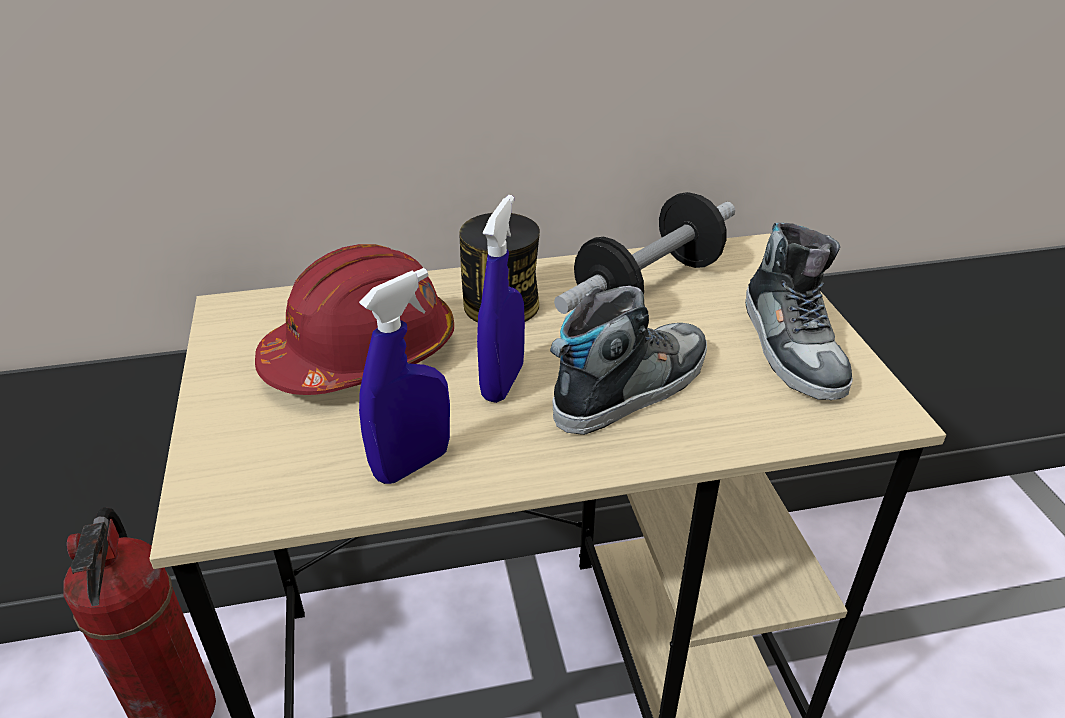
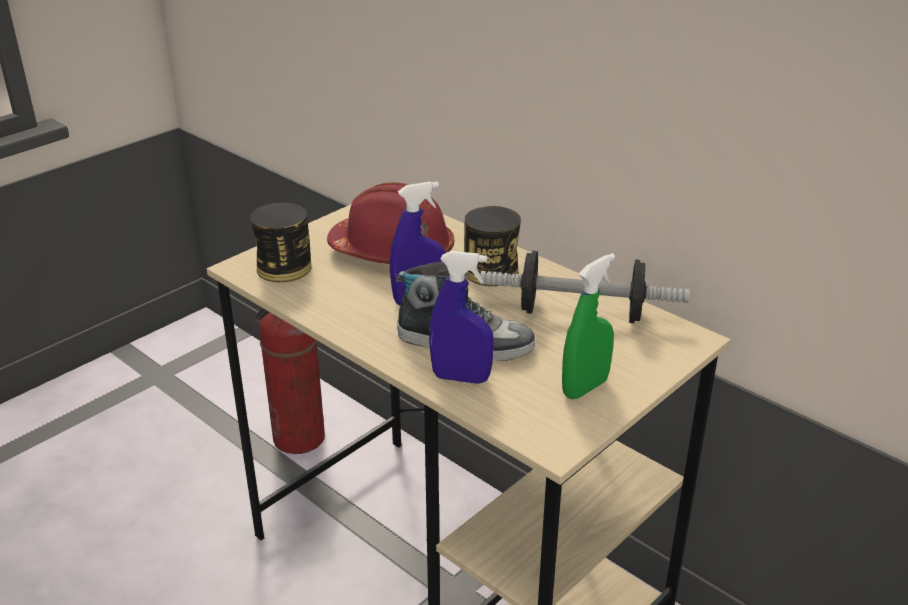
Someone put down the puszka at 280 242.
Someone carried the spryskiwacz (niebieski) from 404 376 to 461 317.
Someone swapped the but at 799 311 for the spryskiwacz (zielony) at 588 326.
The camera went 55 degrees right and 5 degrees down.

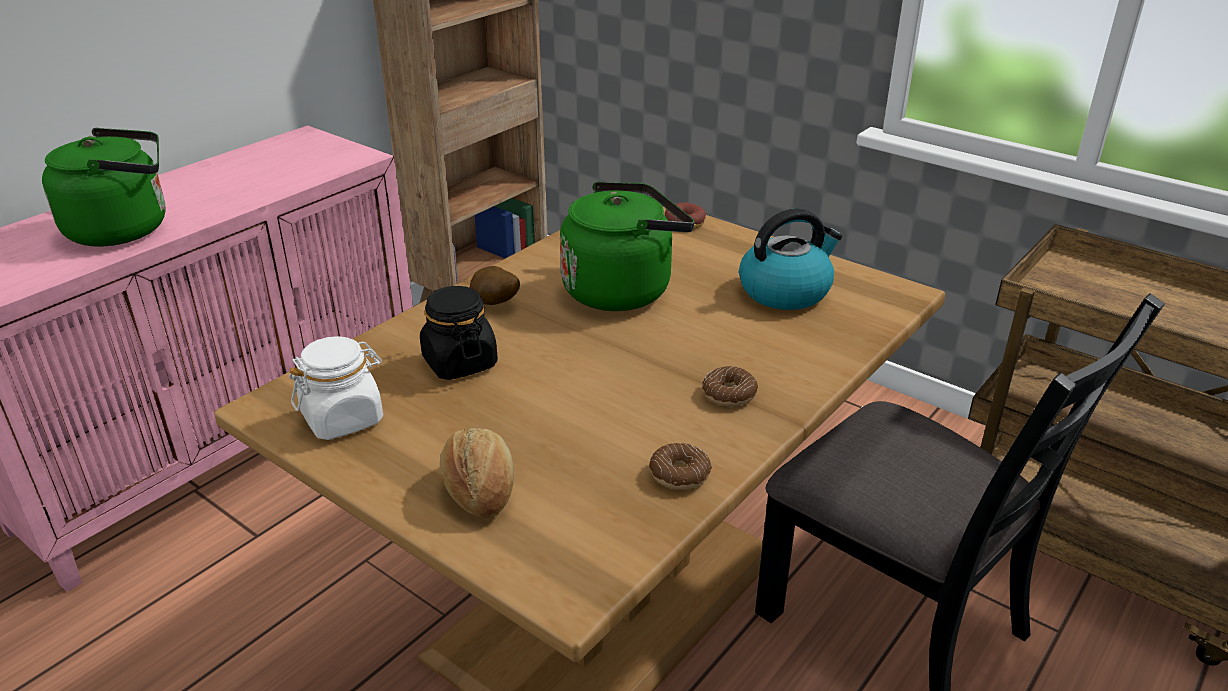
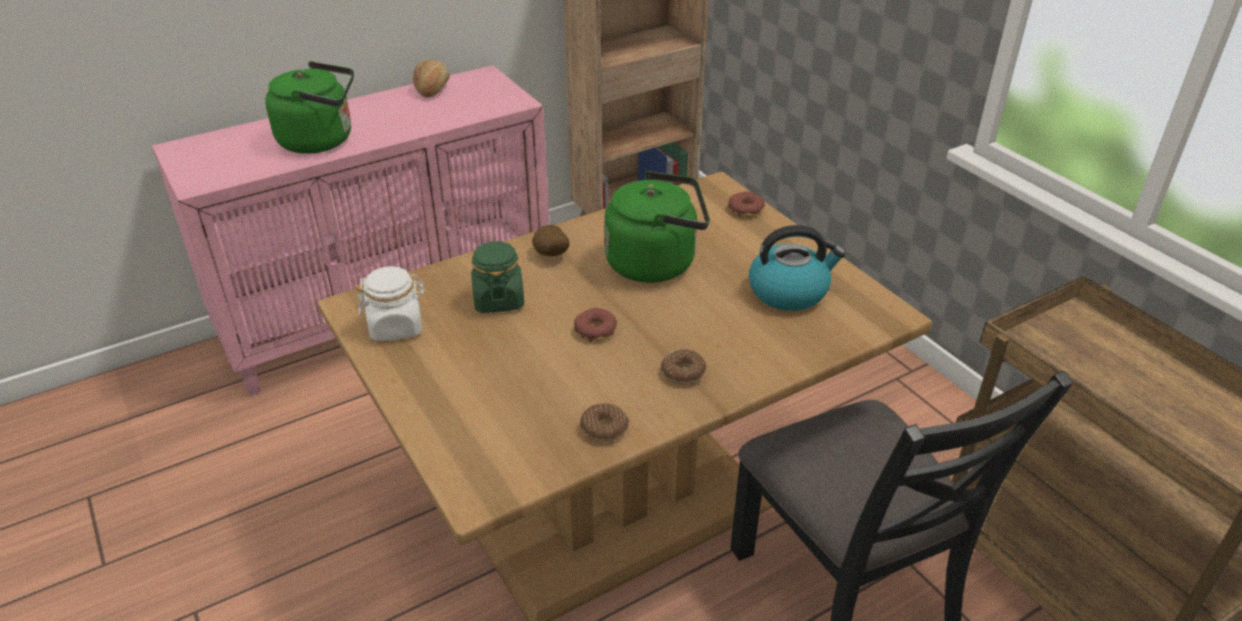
Someone put down the donut at 595 325.
Someone carried the chleb from 477 473 to 431 79.
Someone repainted the słoik (czarny) at 459 333, which became the słoik (zielony) at 497 277.
The camera went 20 degrees right and 5 degrees up.

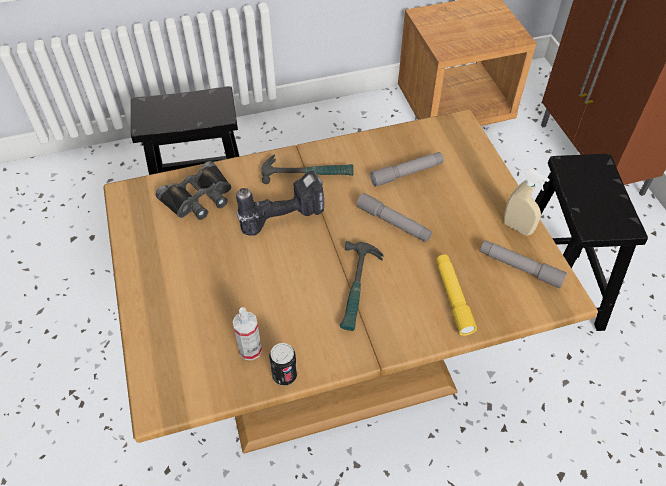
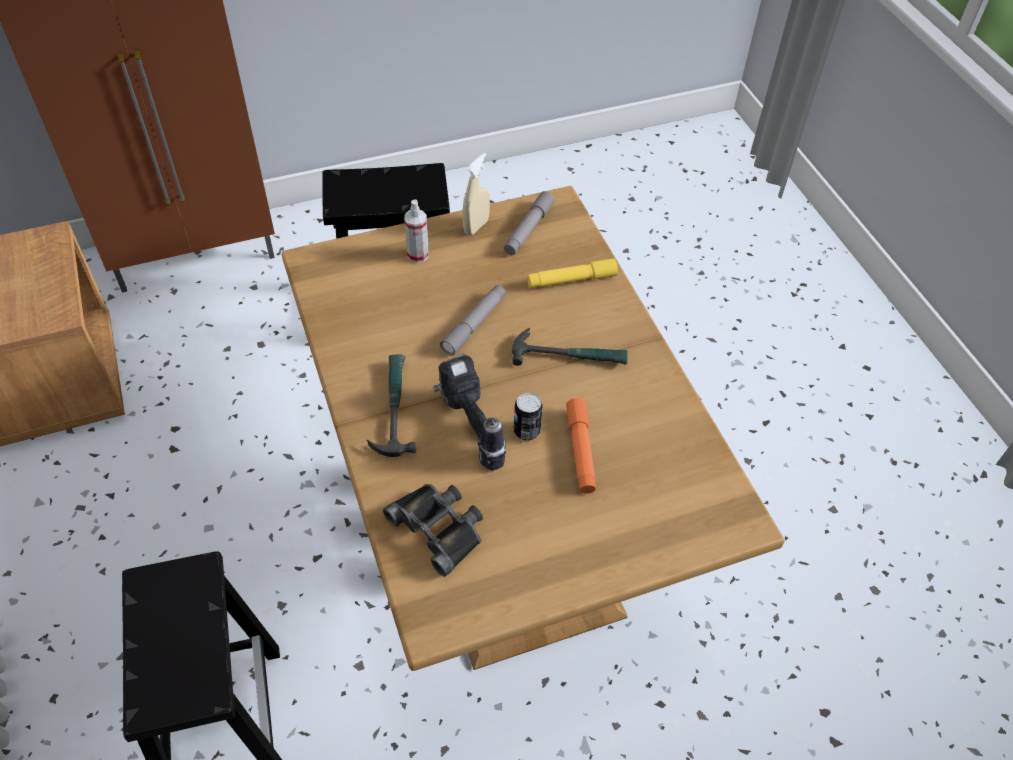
Someone took away the latarka (szary) at 407 169.
Someone put down the latarka (pomarańczowy) at 581 446.
Someone carried the spryskiwacz from 247 333 to 416 231.
Someone carried the puszka from 283 364 to 528 417.
The camera went 95 degrees left and 0 degrees up.

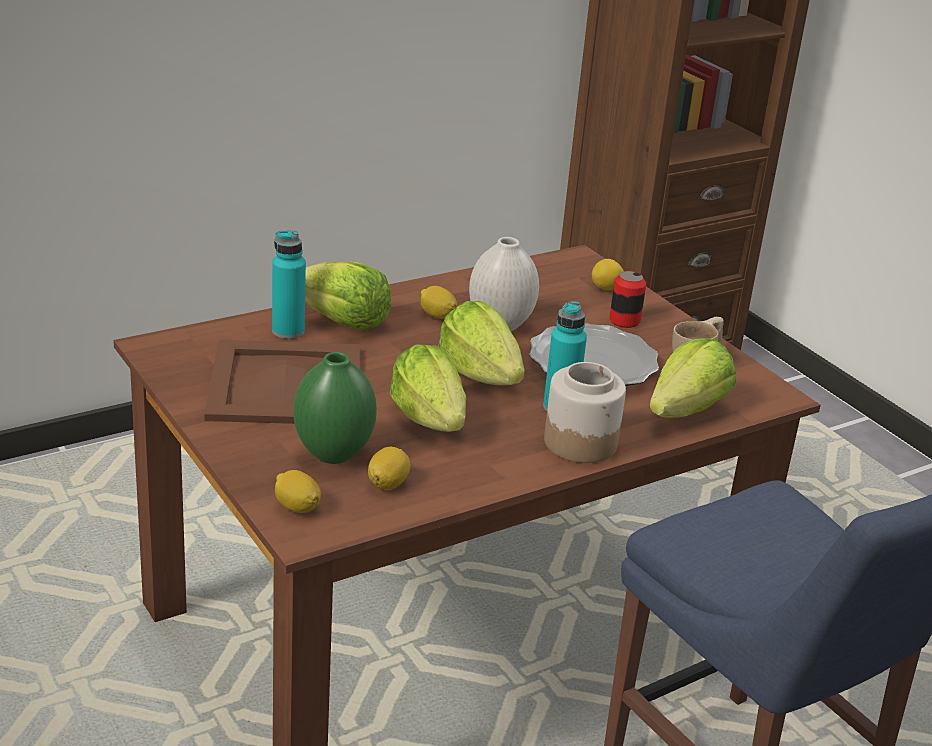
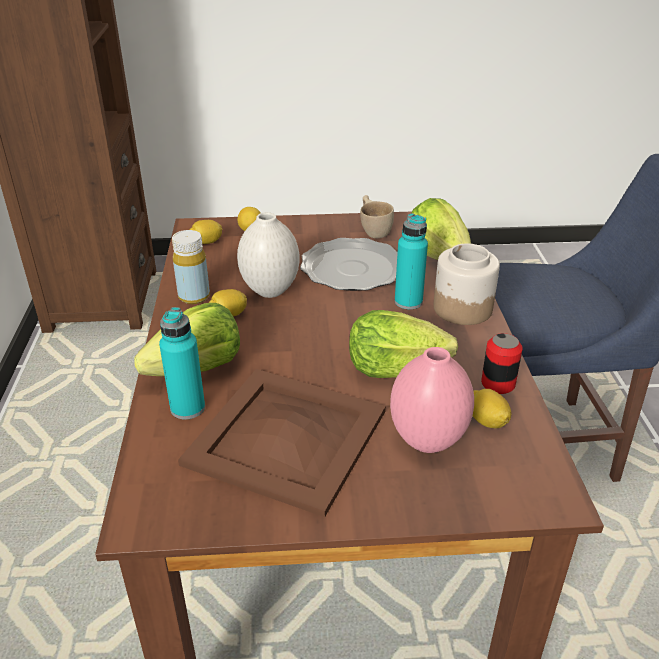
Someone took away the sałata at 481 343.
Someone put down the butelka (żółty) at 191 267.
Someone carried the cytryna from 298 491 to 206 232.
Someone carried the puszka from 627 299 to 502 363.
Someone repainted the wazon (zielony) at 335 408, which became the wazon (różowy) at 432 400.
The camera went 60 degrees left and 5 degrees up.

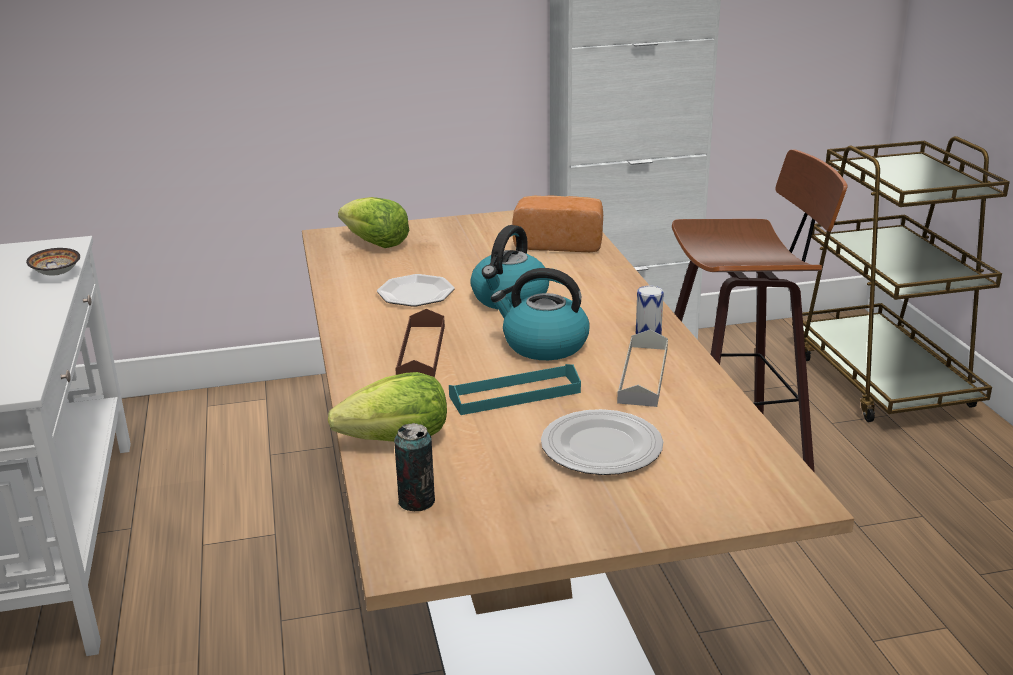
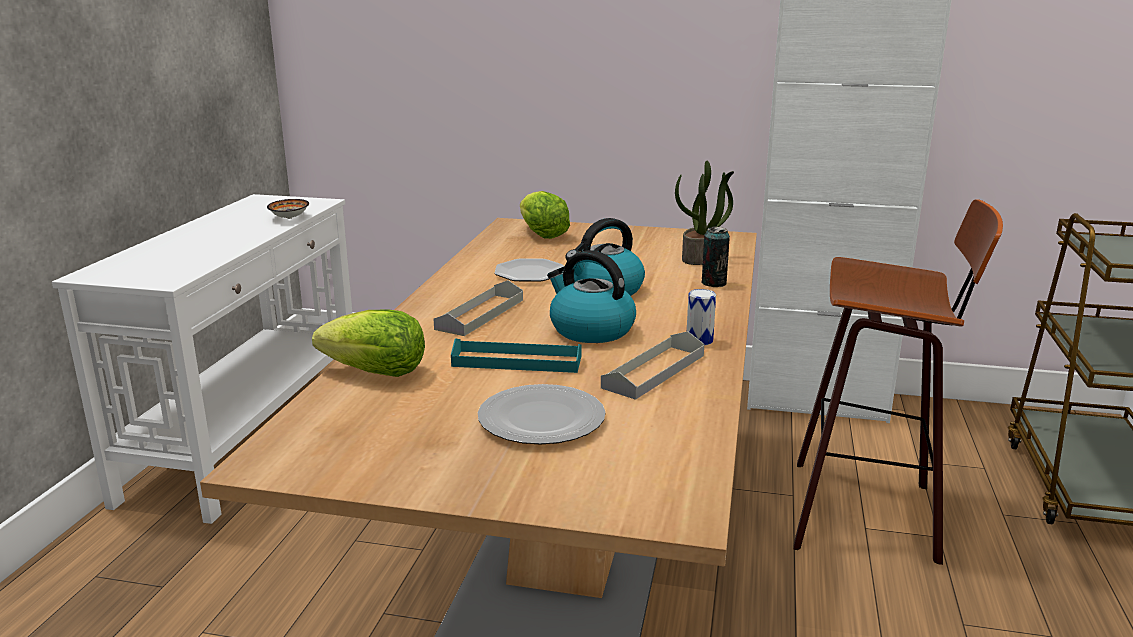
Someone carried the puszka from 414 467 to 715 256.
Someone swapped the chleb at 557 223 for the roślina doniczkowa at 704 212.
Someone repainted the taca (brązowy) at 420 343, which became the taca (szary) at 478 308.
The camera went 25 degrees right and 5 degrees down.

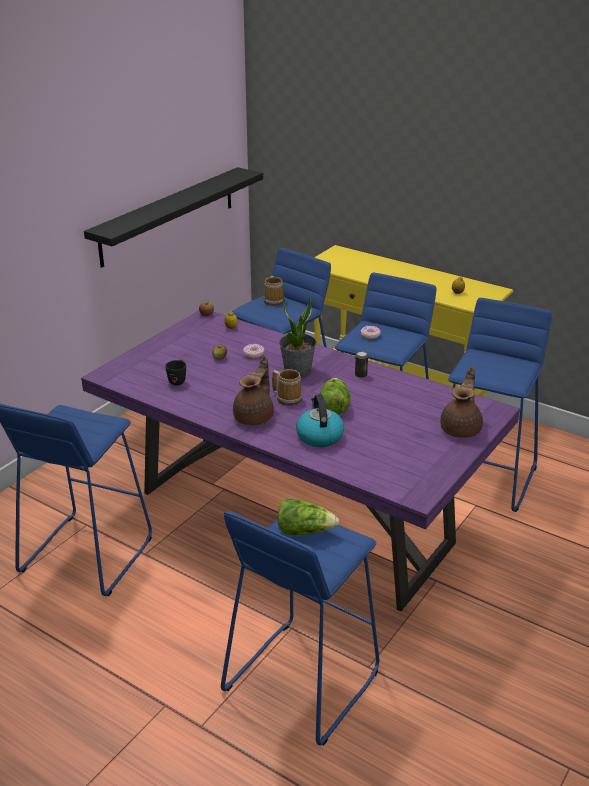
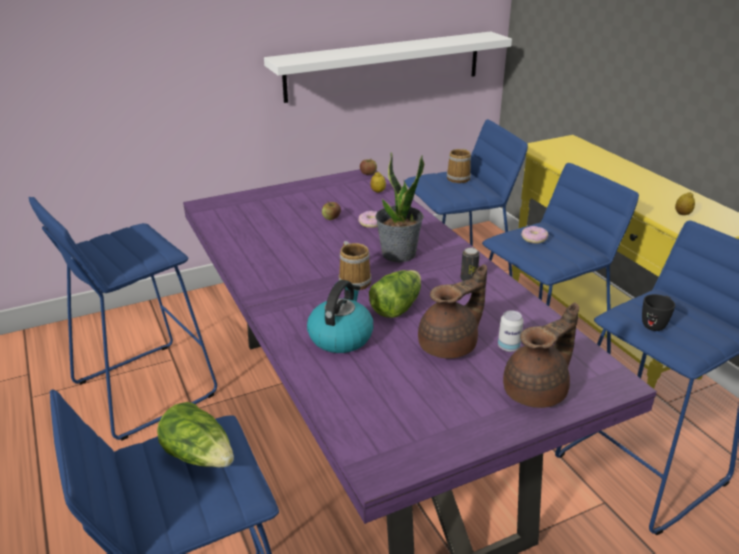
Someone put down the puszka at 511 331.
Someone carried the kubek (czarny) from 175 373 to 658 312.
Someone carried the imbryk (brązowy) from 253 390 to 452 311.
Someone repainted the półka (czarny) at 173 217, which became the półka (biały) at 388 67.
The camera went 30 degrees right and 0 degrees up.

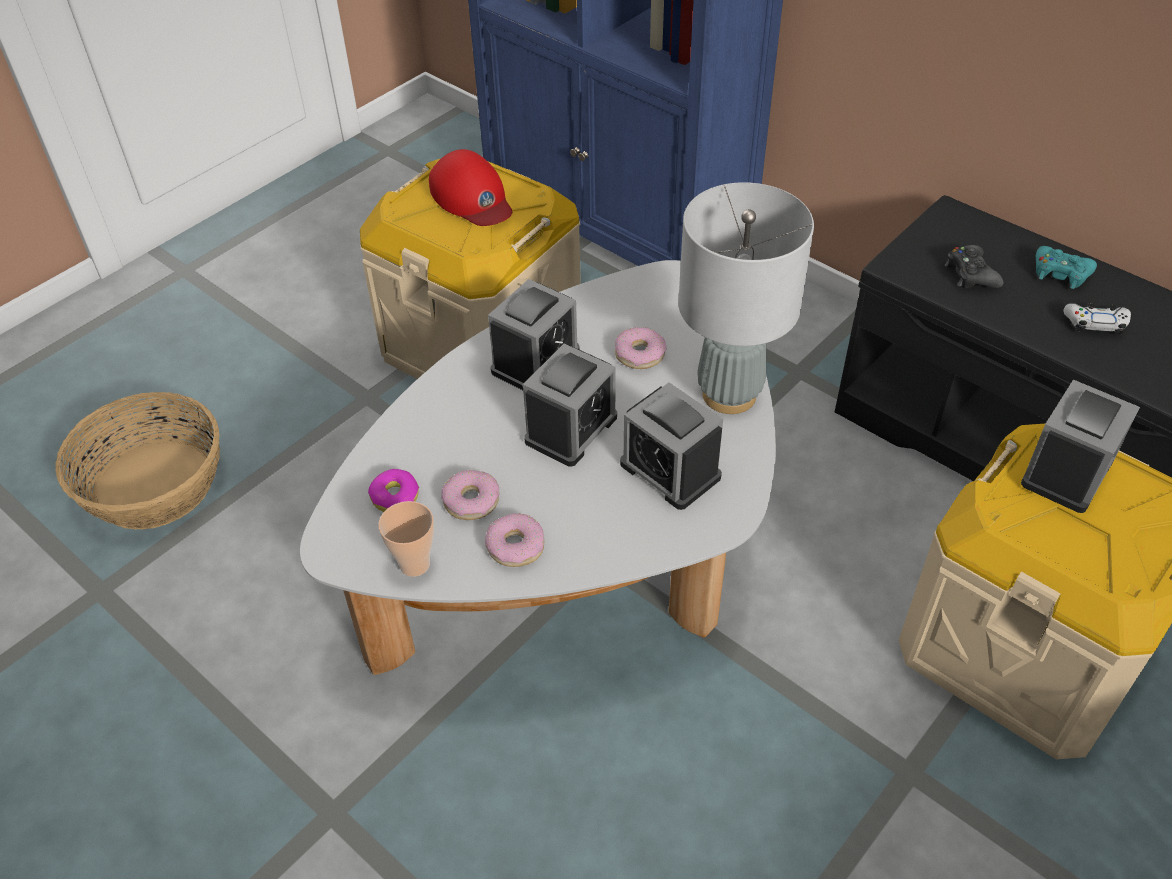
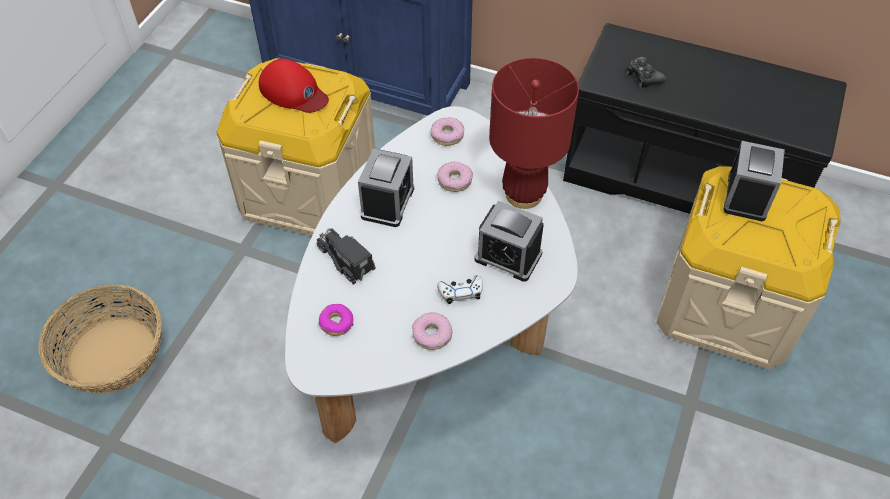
Someone took away the filiżanka at 406 539.
Someone took away the budzik at 570 405.
Someone took away the pad do gier (turkusowy) at 1066 267.
Someone put down the ciężarówka zabawkowa at 346 256.
Someone carried the donut from 470 495 to 447 132.
Someone carried the pad do gier (biały) from 1097 319 to 460 289.
Someone repainted the lampa stołowa (szary) at 746 298, which became the lampa stołowa (czerwony) at 534 133.
The camera went 20 degrees left and 5 degrees up.

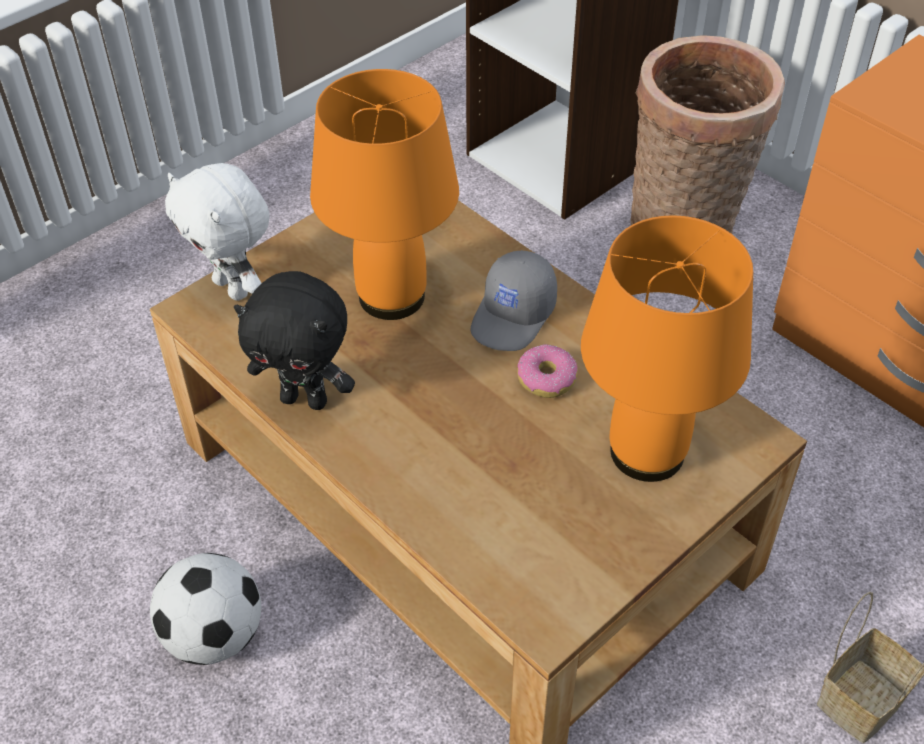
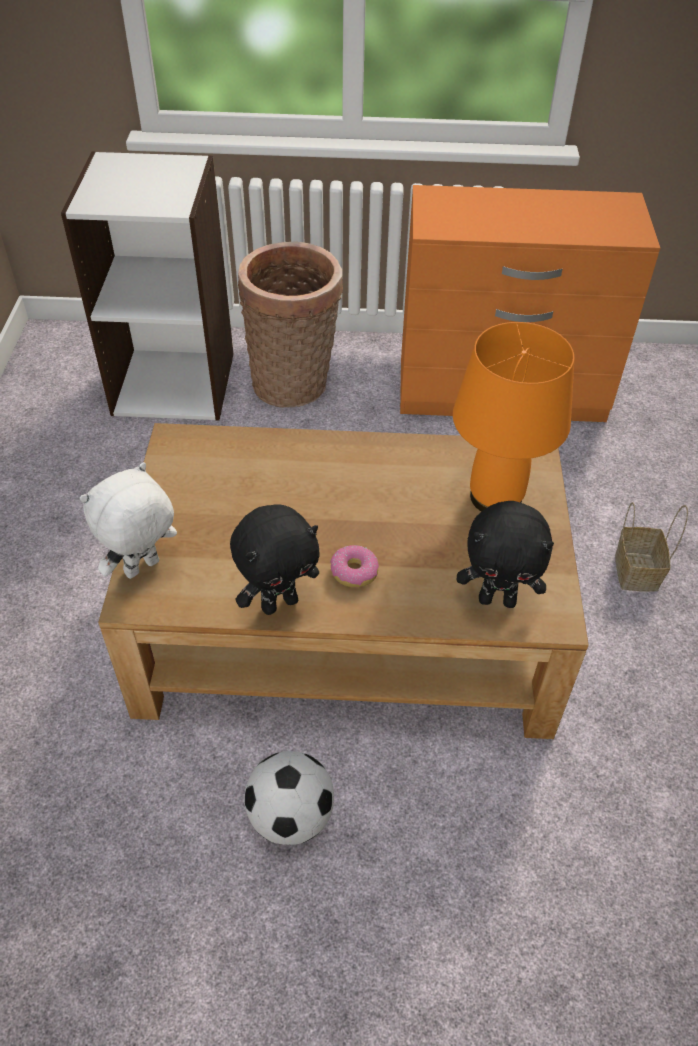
Someone took away the lampa stołowa (pomarańczowy) at 384 194.
Someone took away the czapka z daszkiem (szary) at 513 300.
Someone put down the pluszak (czarny) at 505 554.
Someone carried the donut from 547 371 to 354 566.
Someone rotated the pluszak (biały) at 217 232 by 135 degrees clockwise.
The camera went 45 degrees left and 0 degrees up.

